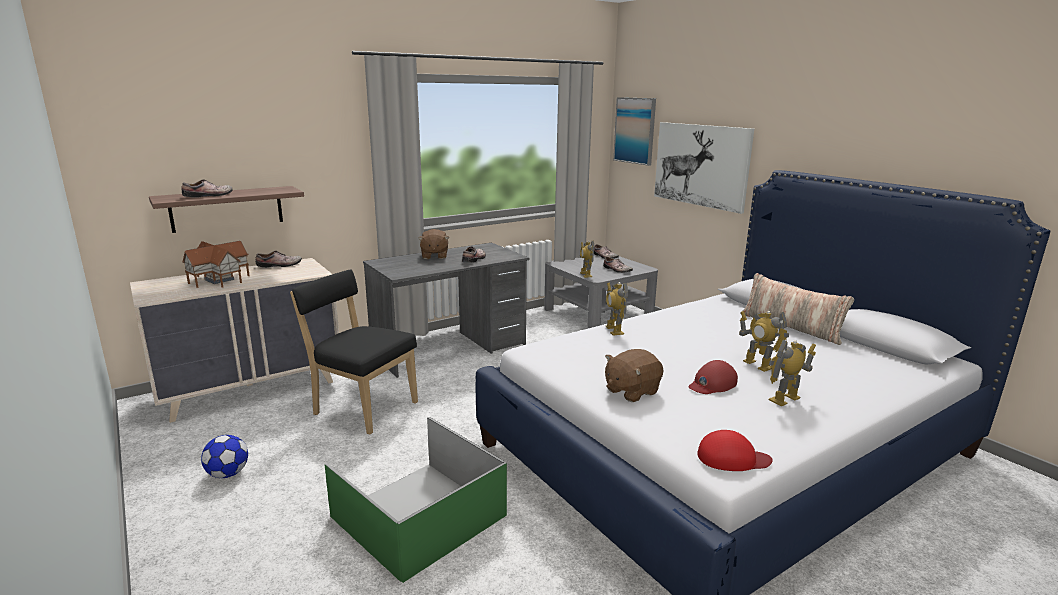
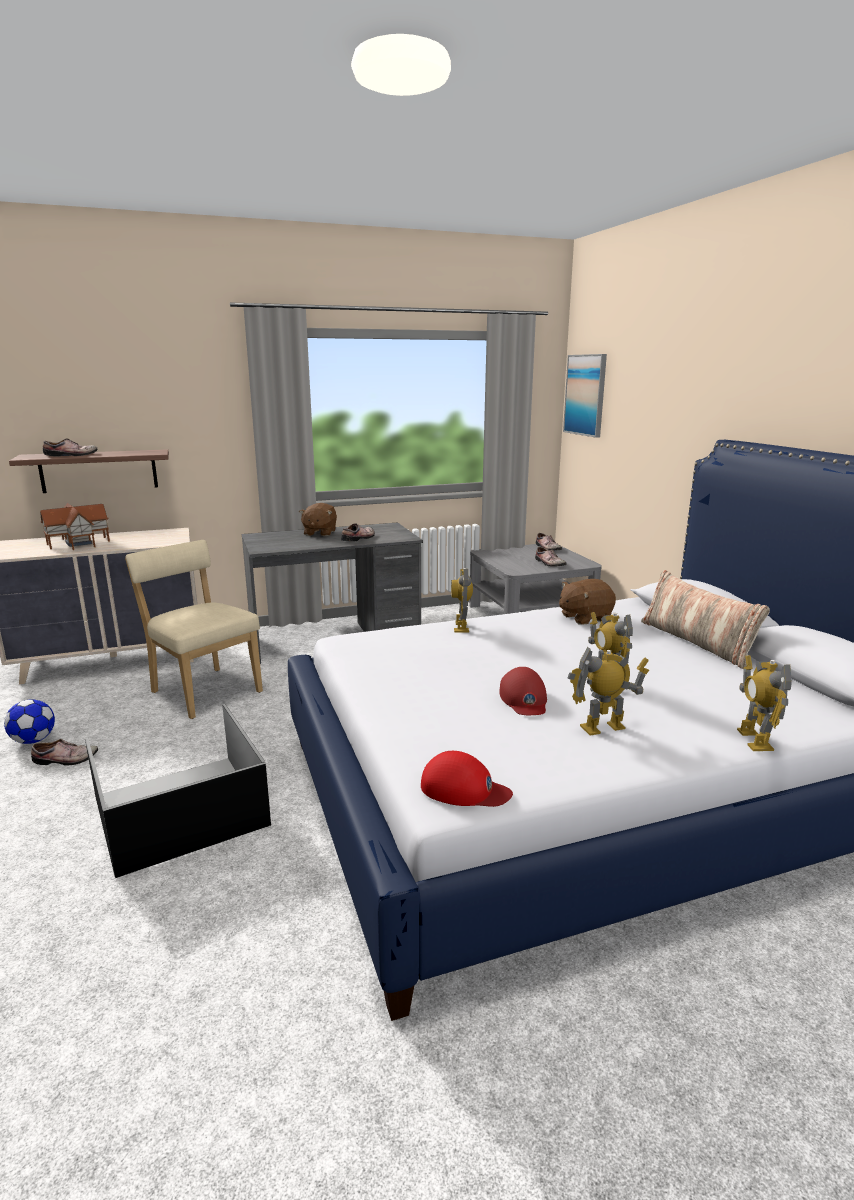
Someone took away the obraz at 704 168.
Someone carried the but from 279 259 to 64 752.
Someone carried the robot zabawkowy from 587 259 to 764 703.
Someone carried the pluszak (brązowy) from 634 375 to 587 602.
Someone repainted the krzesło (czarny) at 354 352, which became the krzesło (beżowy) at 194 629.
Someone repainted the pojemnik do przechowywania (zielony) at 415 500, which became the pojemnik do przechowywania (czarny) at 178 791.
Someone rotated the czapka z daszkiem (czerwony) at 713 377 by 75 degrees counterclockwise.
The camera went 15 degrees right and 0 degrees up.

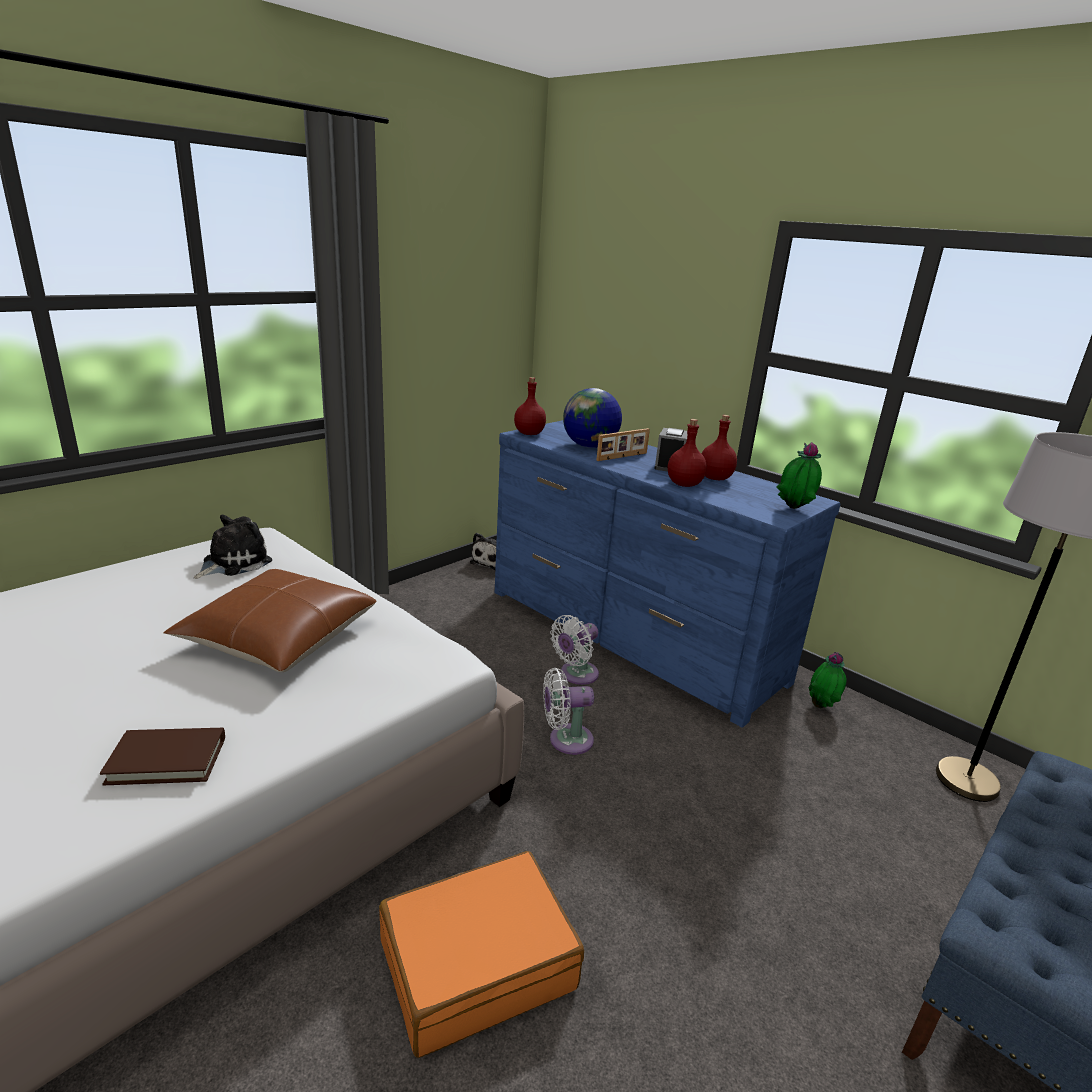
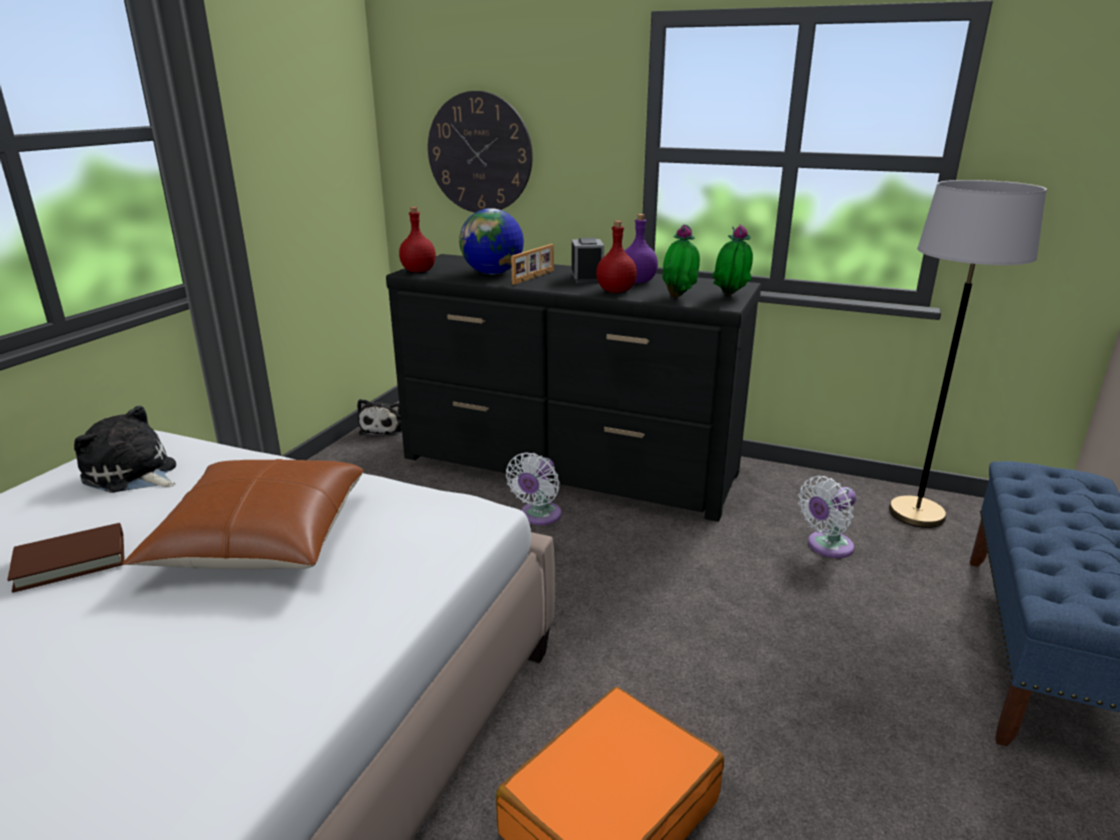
Someone put up the zegar ścienny at 480 152.
Someone carried the książka (brązowy) from 162 756 to 66 558.
Someone carried the wentylator (biały) from 568 711 to 827 517.
Someone carried the roślina doniczkowa from 827 680 to 681 260.
Someone repainted the komoda (niebieski) at 668 573, which became the komoda (czarny) at 573 388.
Someone repainted the butelka (czerwony) at 719 447, which became the butelka (fioletowy) at 641 248.
Someone rotated the pluszak at 233 547 by 75 degrees counterclockwise.
The camera went 20 degrees left and 0 degrees up.

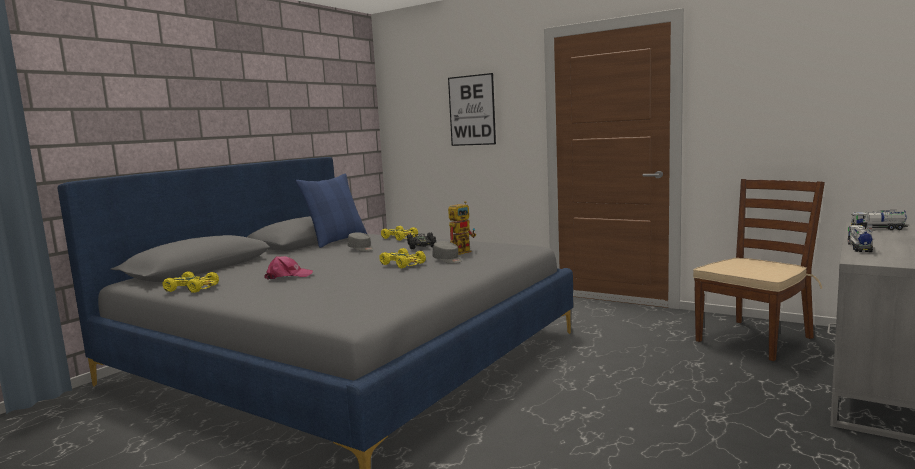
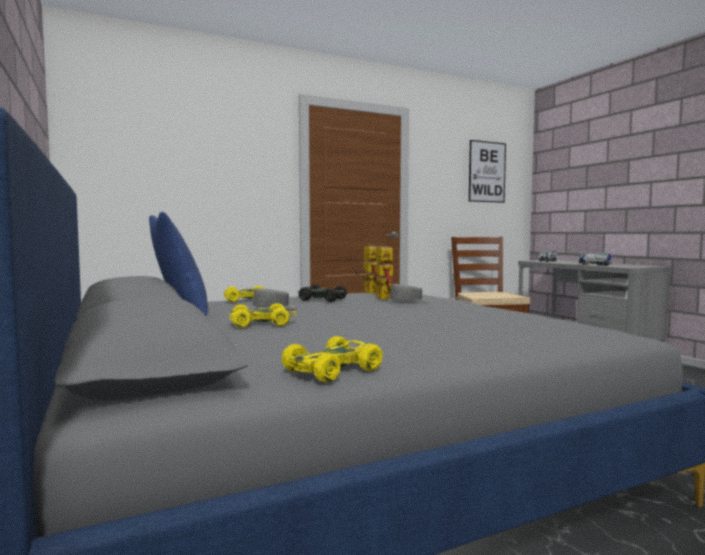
Someone took away the czapka z daszkiem (różowy) at 288 268.
Someone put down the robot zabawkowy at 367 268.
Someone carried the samochodzik (żółty) from 402 258 to 263 315.
Someone carried the obraz from 472 109 to 487 171.
The camera went 60 degrees left and 5 degrees down.

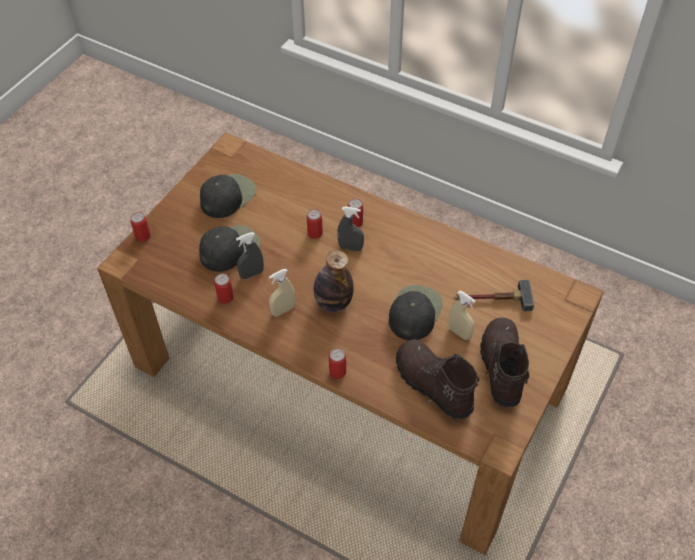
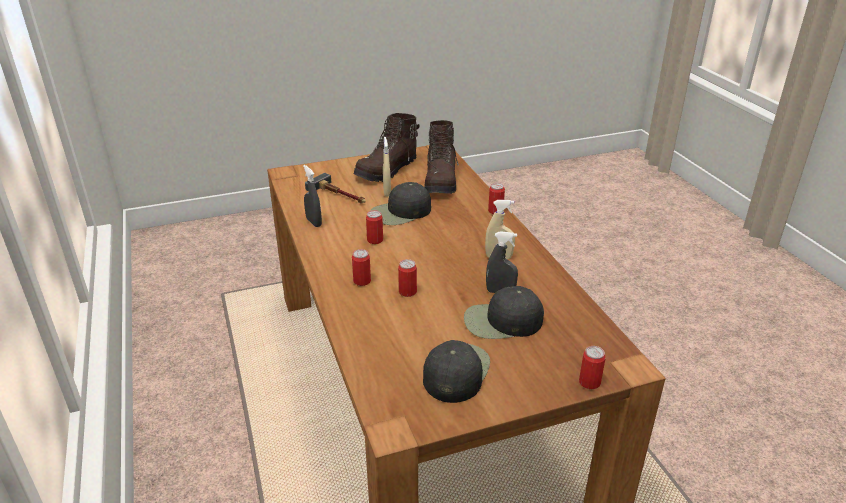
Someone took away the butelka at 334 281.
Someone carried the puszka from 224 289 to 374 227.
Someone carried the spryskiwacz (szary) from 350 228 to 312 196.
Someone rotated the czapka z daszkiem (czarny) at 228 196 by 120 degrees clockwise.
The camera went 140 degrees left and 20 degrees down.

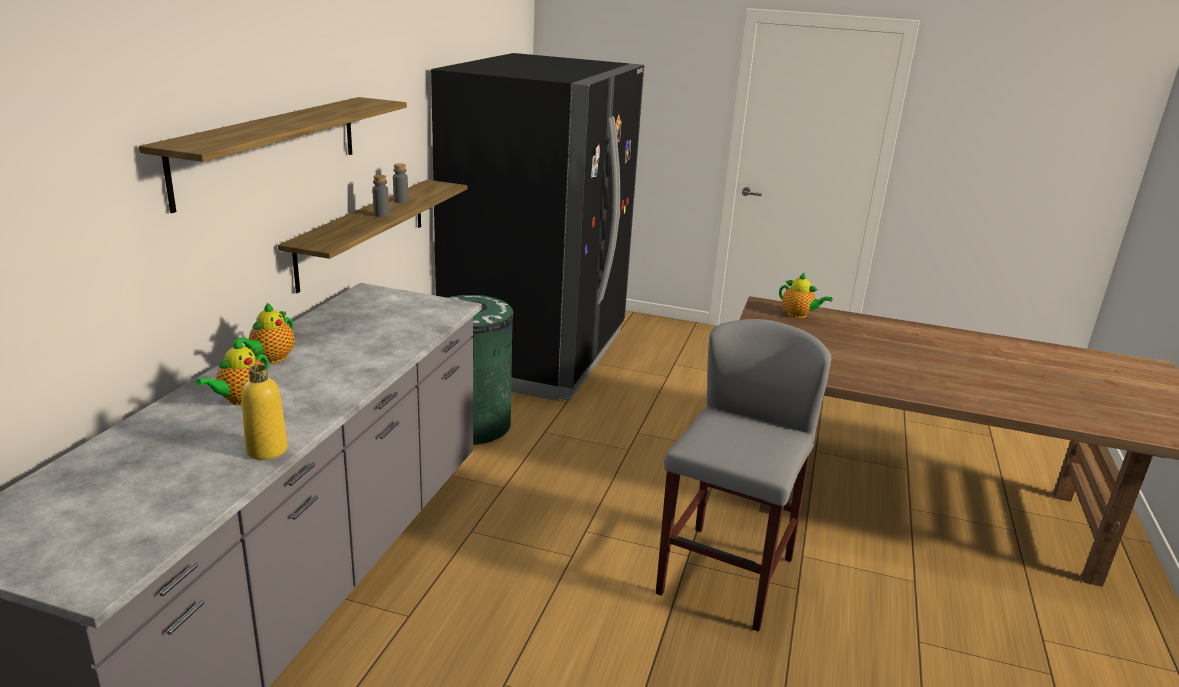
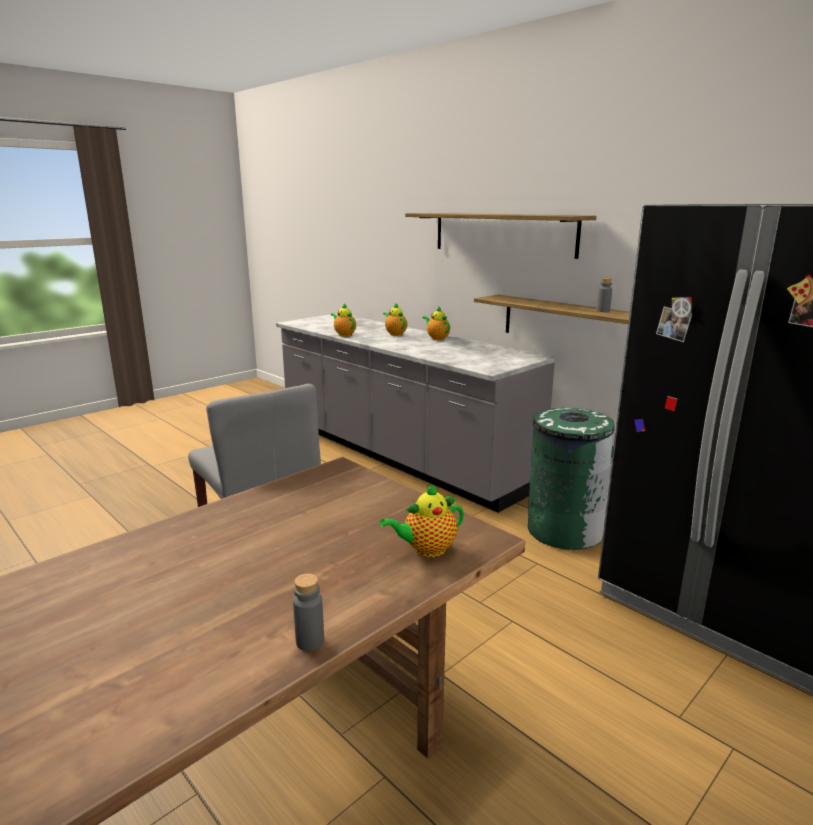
Someone carried the butelka (szary) from 380 196 to 308 612.
Someone swapped the butelka (żółty) at 264 412 for the imbryk at 343 320.
The camera went 120 degrees right and 5 degrees down.

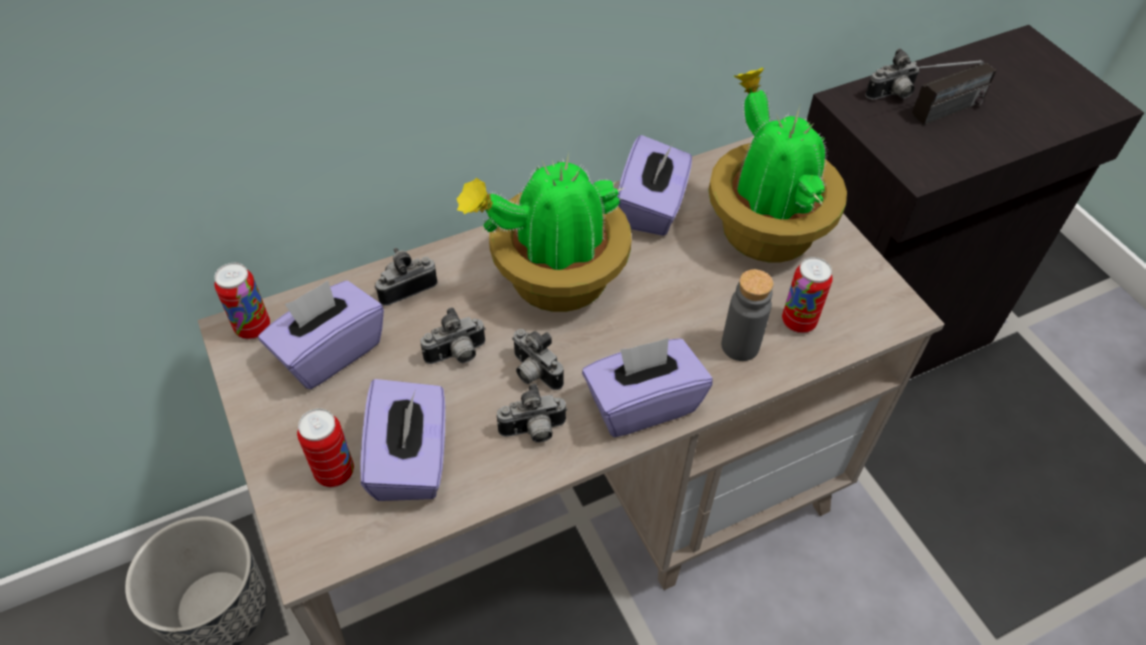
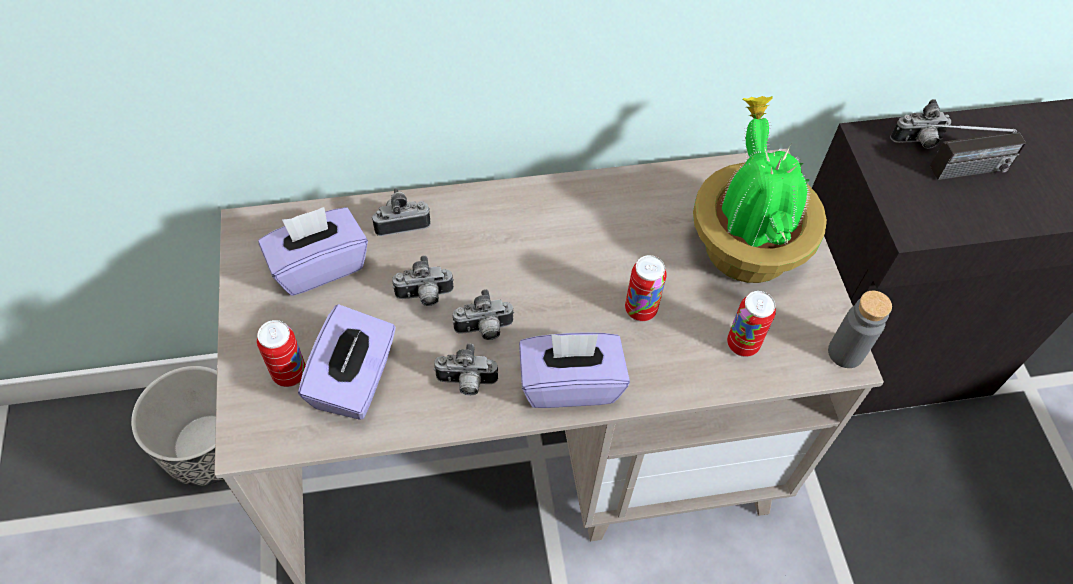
Someone took away the roślina doniczkowa at 544 232.
Someone took away the pudełko chusteczek (fioletowy) at 654 185.
Someone carried the puszka from 242 301 to 646 288.
Someone carried the butelka (szary) from 747 315 to 860 329.
Someone rotated the aparat fotograficzny at 538 359 by 75 degrees counterclockwise.
The camera went 15 degrees right and 5 degrees up.

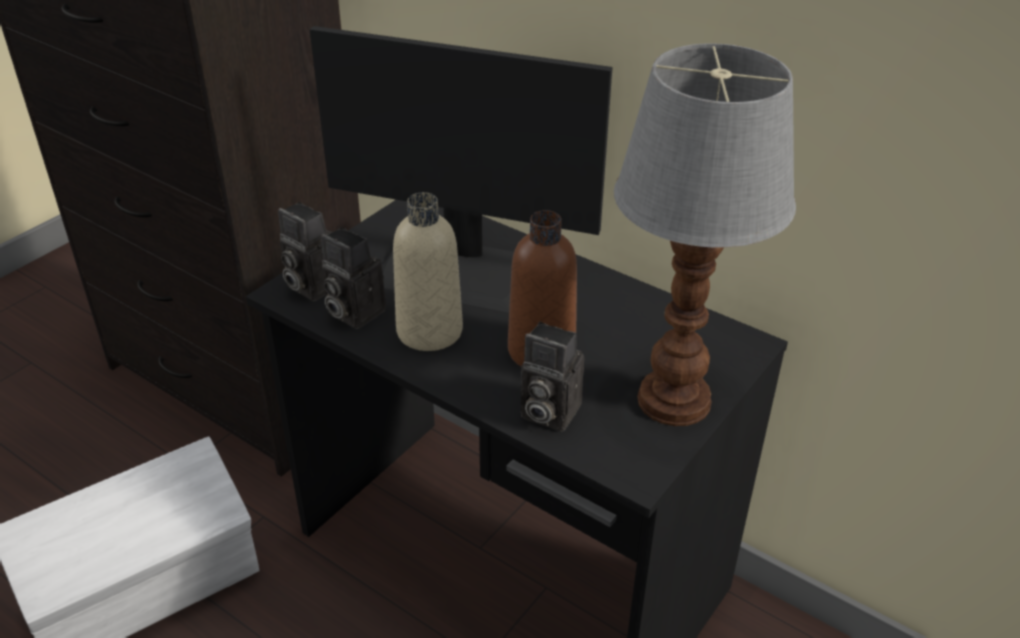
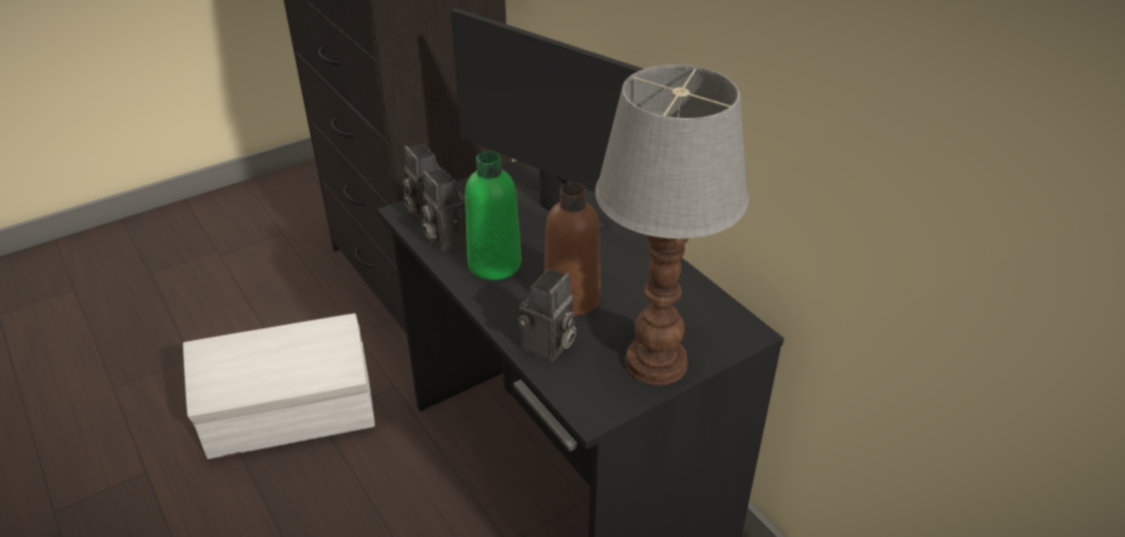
Someone repainted the butelka (beżowy) at 428 271, which became the butelka (zielony) at 493 215.
Someone rotated the aparat fotograficzny at 552 377 by 105 degrees counterclockwise.
The camera went 20 degrees right and 0 degrees up.

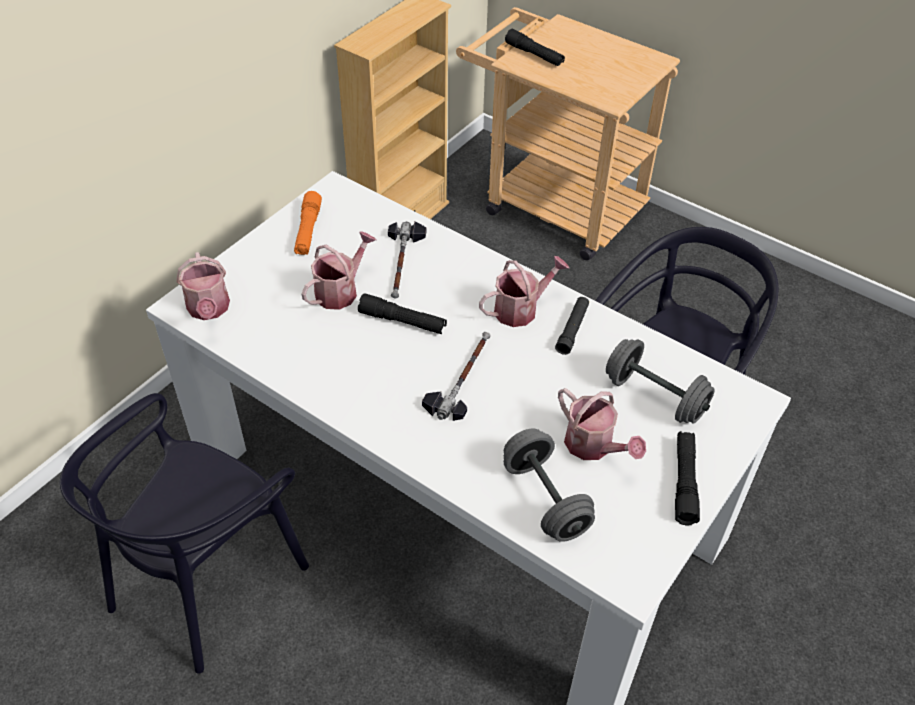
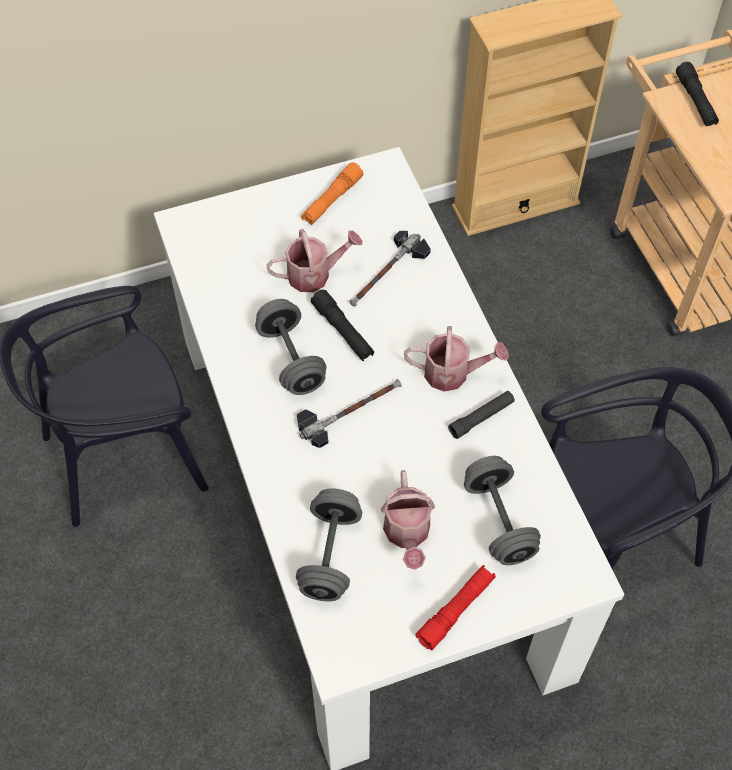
Someone took away the konewka at 203 286.
Someone put down the hantel (szary) at 290 347.
Someone repainted the latarka (czarny) at 687 478, which became the latarka (czerwony) at 455 607.
The camera went 35 degrees right and 10 degrees up.

